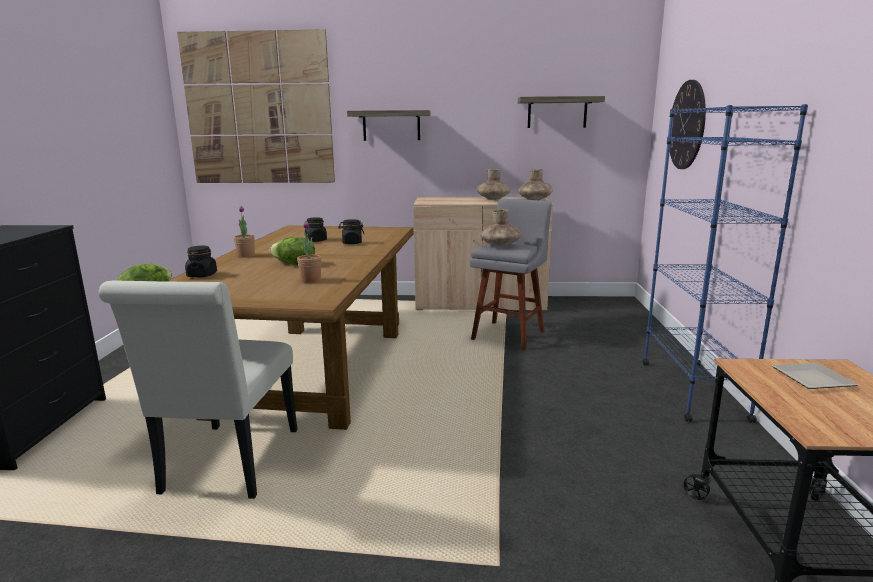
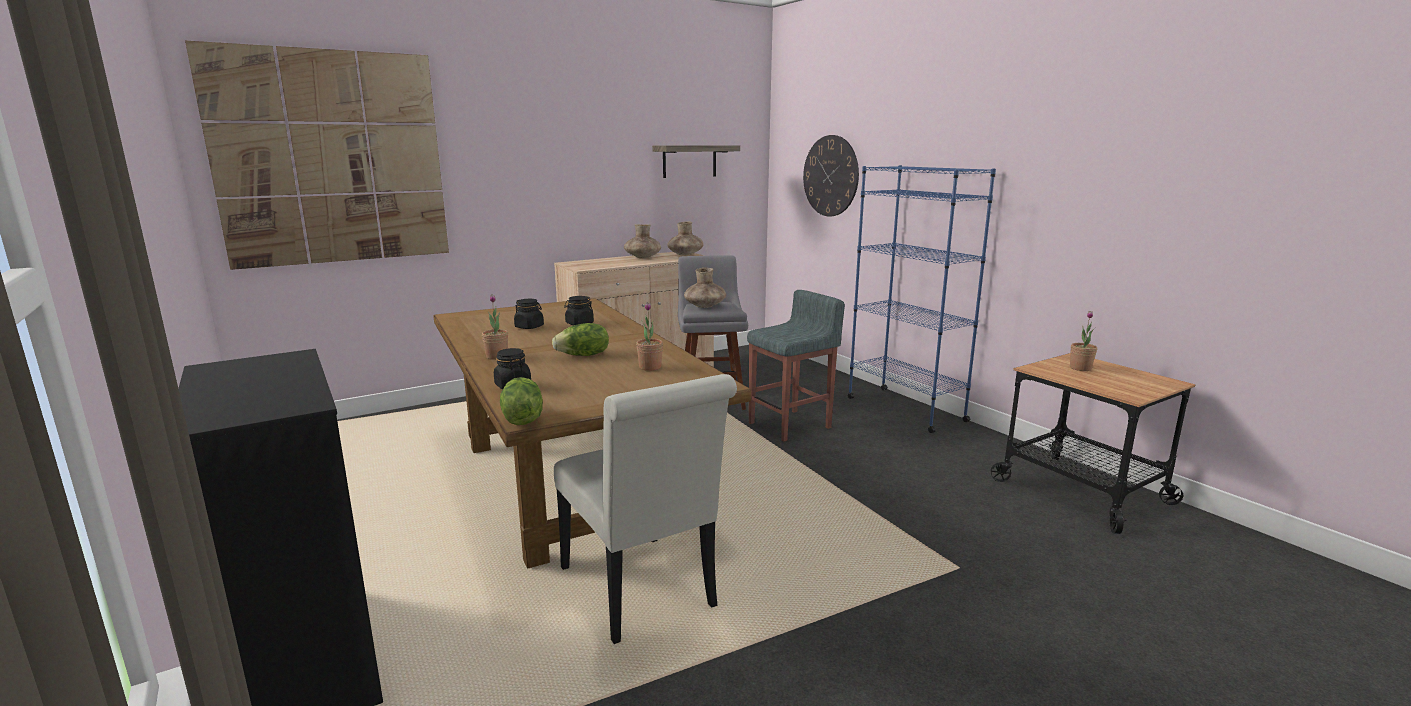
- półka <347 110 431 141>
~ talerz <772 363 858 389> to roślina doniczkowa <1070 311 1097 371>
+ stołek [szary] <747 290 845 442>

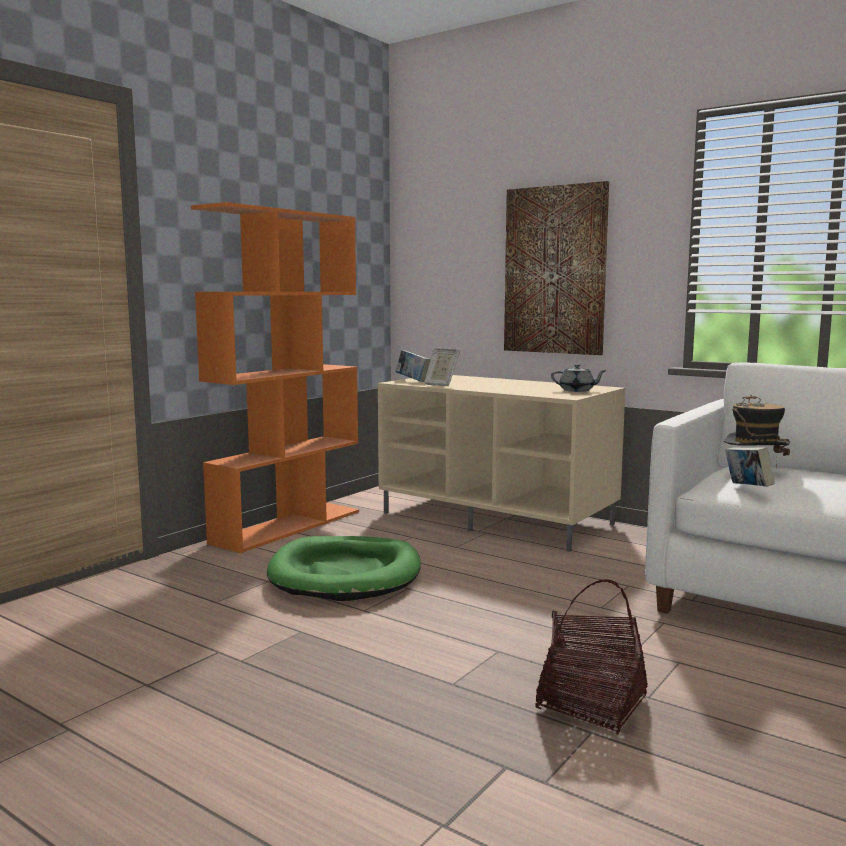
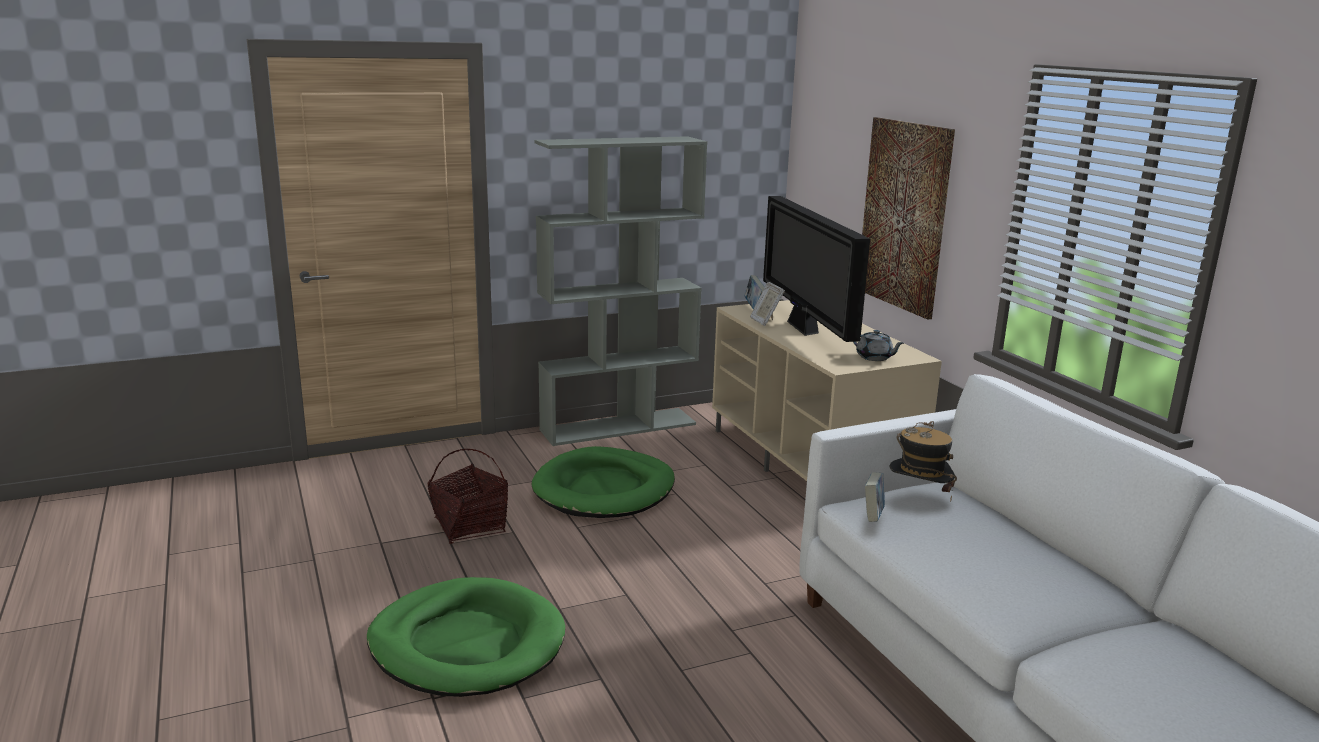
~ regał [pomarańczowy] <191 202 359 553> to regał [szary] <534 136 707 446>
~ koszyk <535 579 648 735> to <428 449 508 544>
+ legowisko [zielony] <367 577 565 697>
+ telewizor <763 196 870 342>

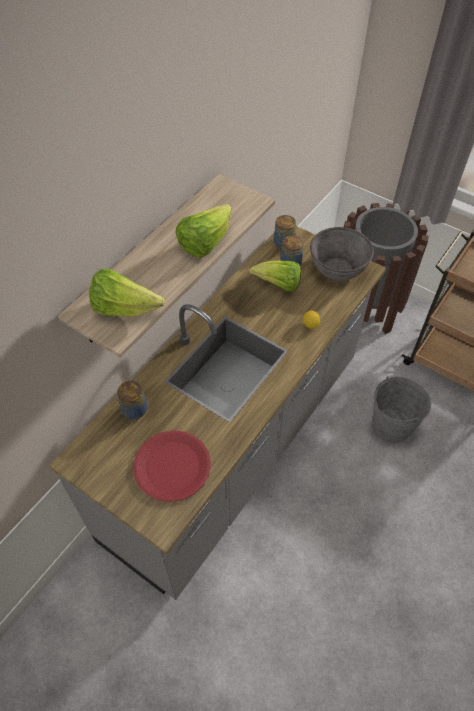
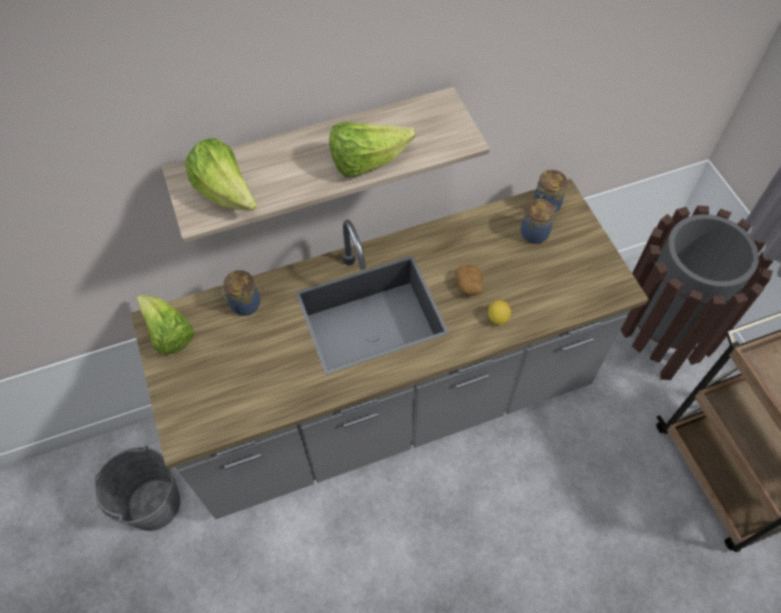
- talerz [czerwony] <133 430 211 502>
~ sałata <249 260 301 292> to <136 295 195 354>
- miska [szary] <310 227 374 281>
~ wiadro [szary] <372 376 431 443> to <95 445 180 531>
+ ziemniak <455 265 484 296>

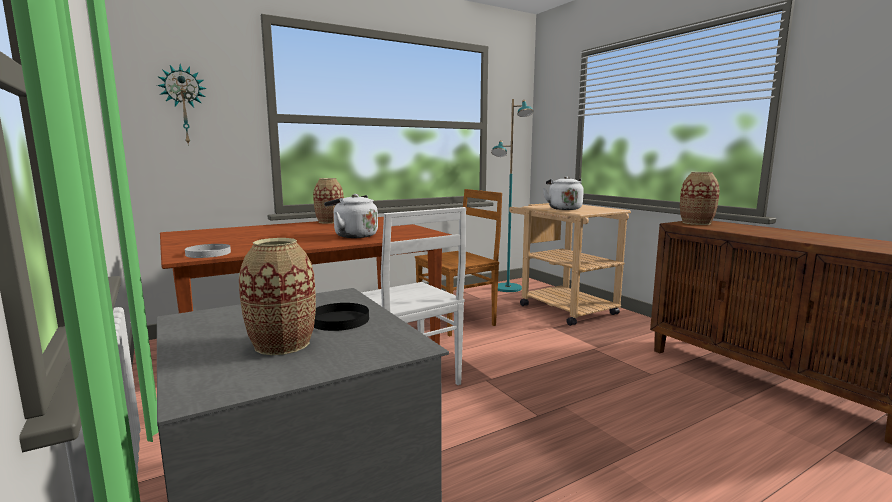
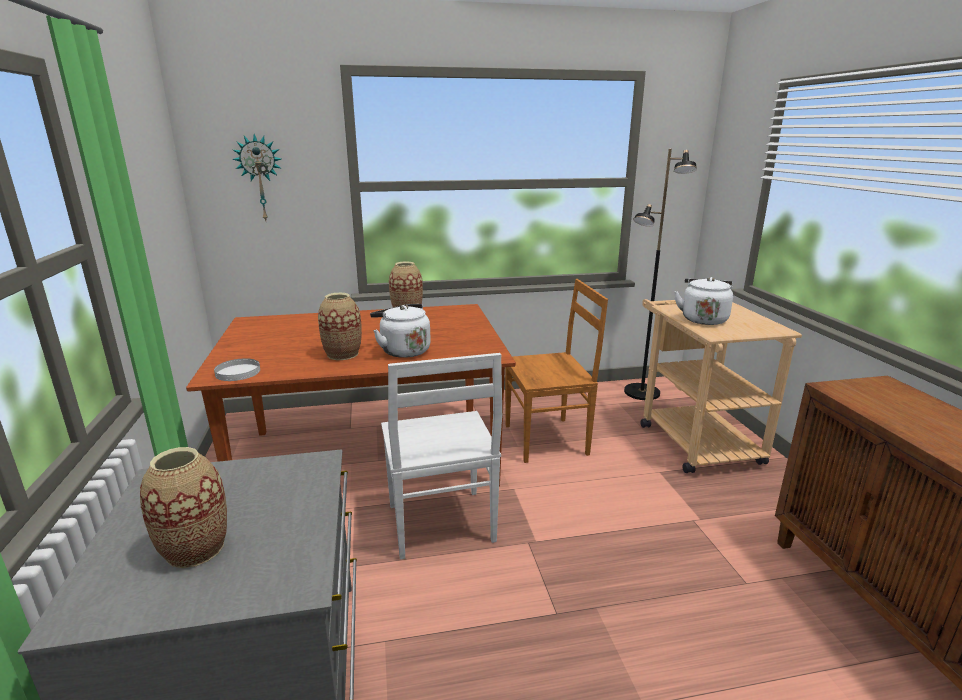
- talerz [czarny] <314 303 369 331>
~ lampa stojąca [turkusowy] <491 99 534 292> to lampa stojąca [czarny] <624 149 697 400>
~ wazon <680 172 720 225> to <318 293 362 360>

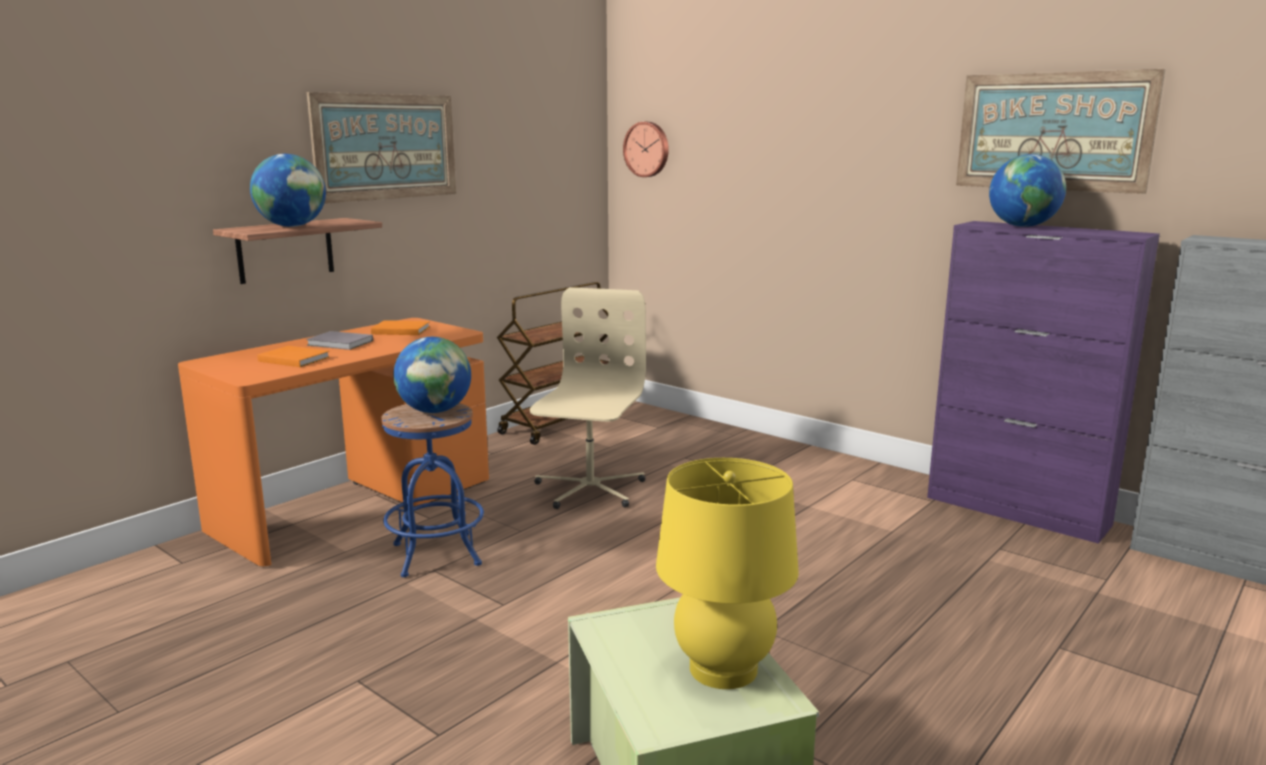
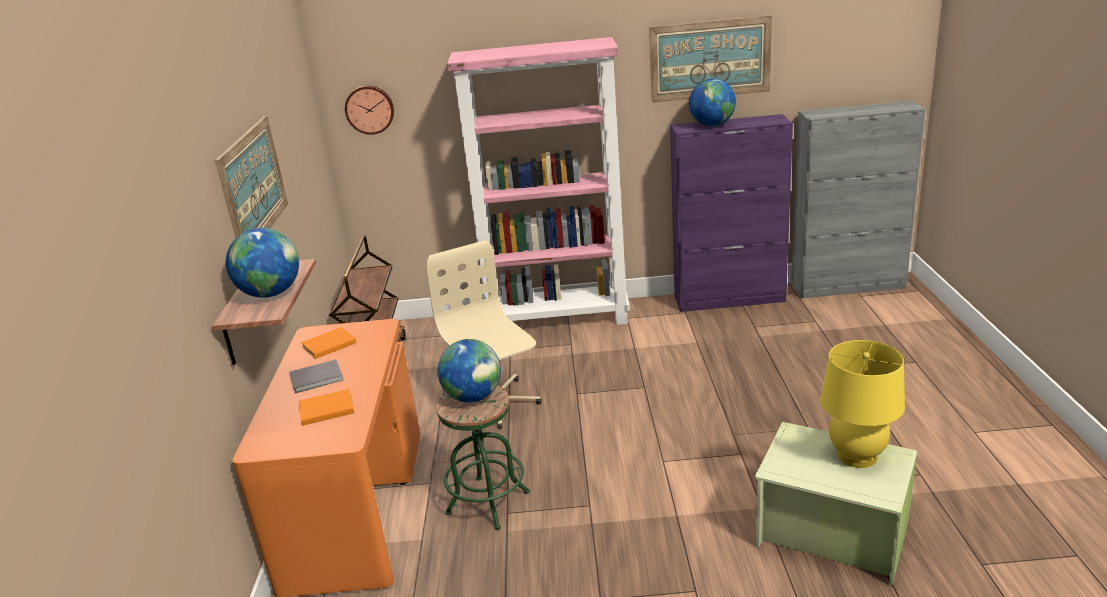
~ stołek [niebieski] <381 403 484 577> to stołek [zielony] <436 385 530 530>
+ regał [różowy] <447 37 630 325>

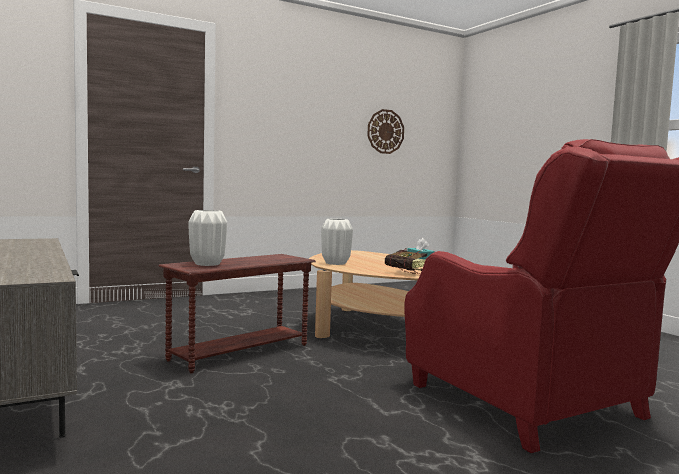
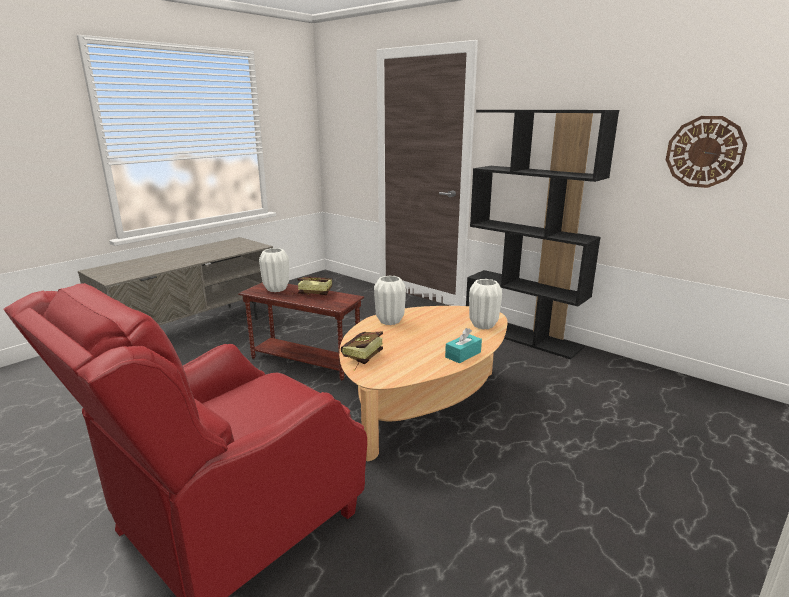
+ książka <293 277 332 295>
+ regał [czarny] <466 110 619 360>
+ wazon [biały] <469 279 502 329>

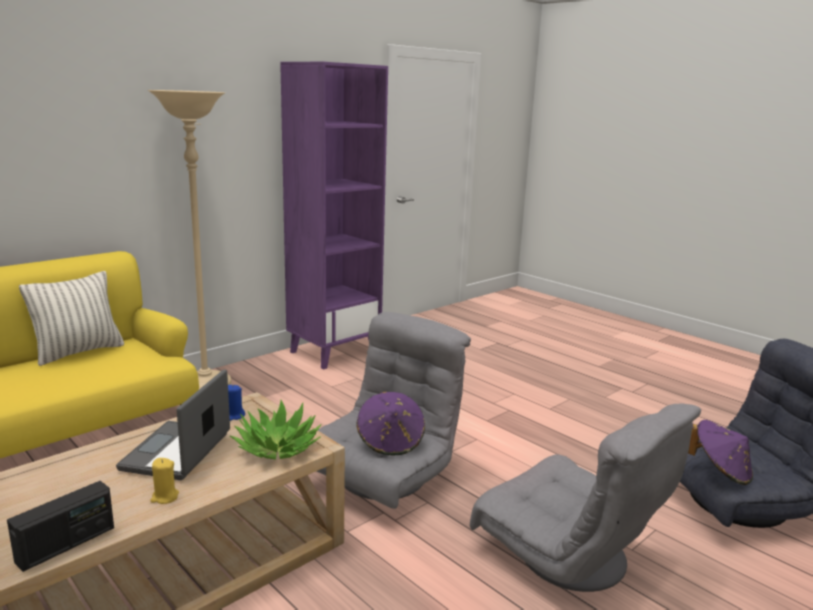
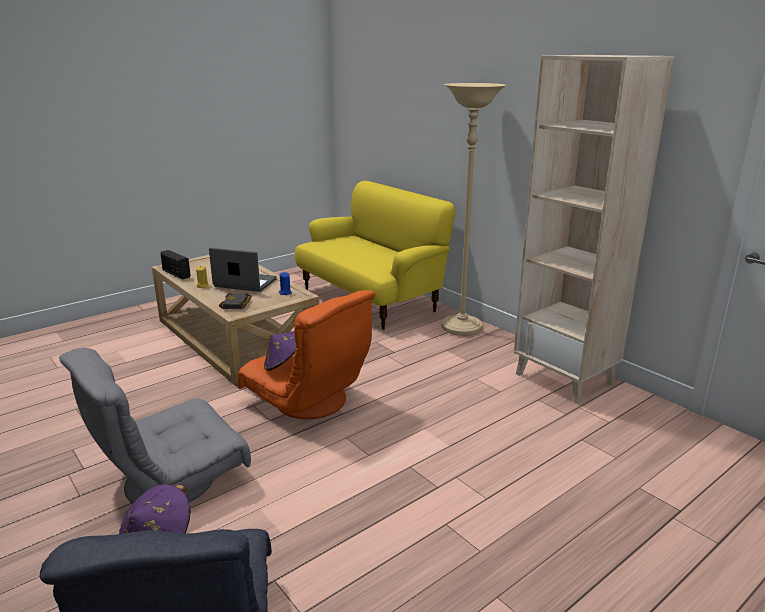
- poduszka <19 271 124 366>
~ roślina doniczkowa <230 400 322 460> to książka [czarny] <219 293 252 309>
~ regał [fioletowy] <280 62 388 369> to regał [beżowy] <514 55 674 404>
~ fotel [szary] <316 312 471 509> to fotel [pomarańczowy] <237 290 375 419>

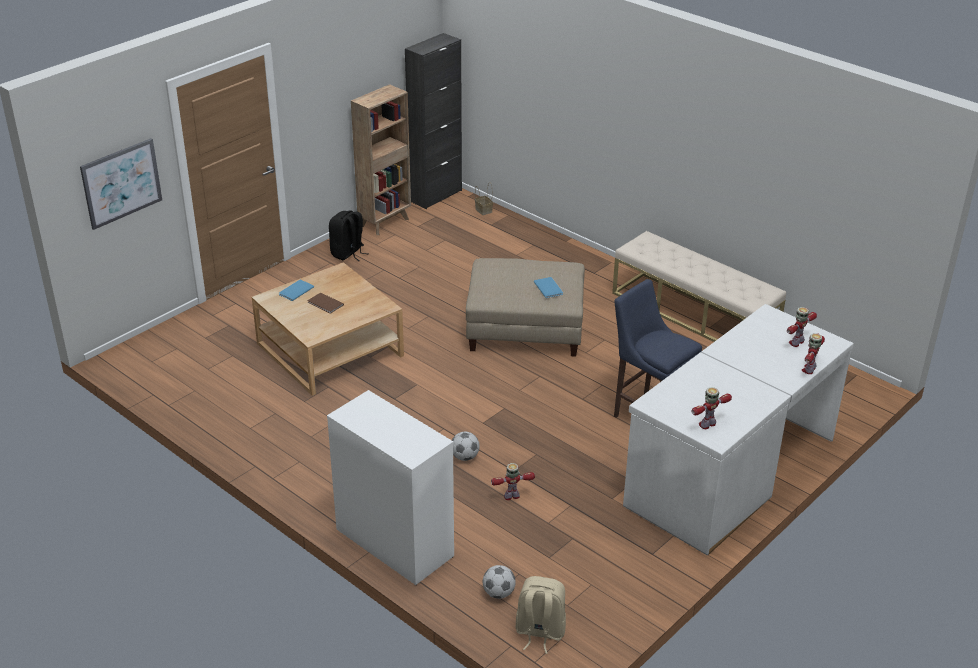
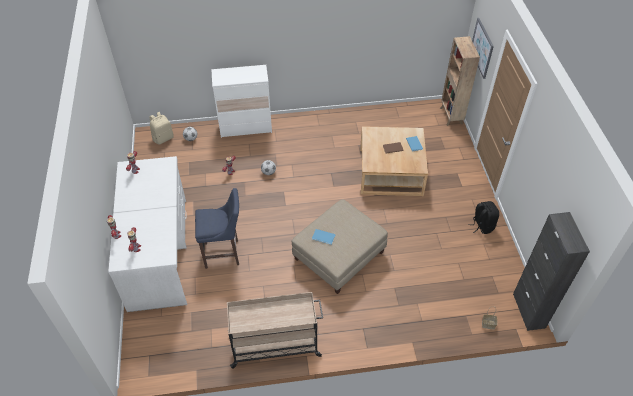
~ regał [brązowy] <351 84 411 235> to <440 36 480 126>
~ ławka [beżowy] <612 231 786 342> to wózek [beżowy] <227 292 323 369>

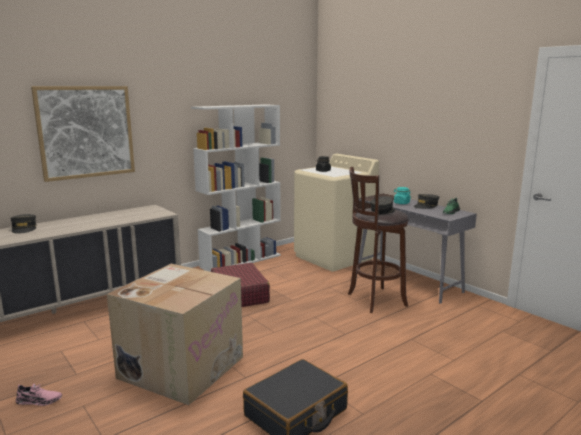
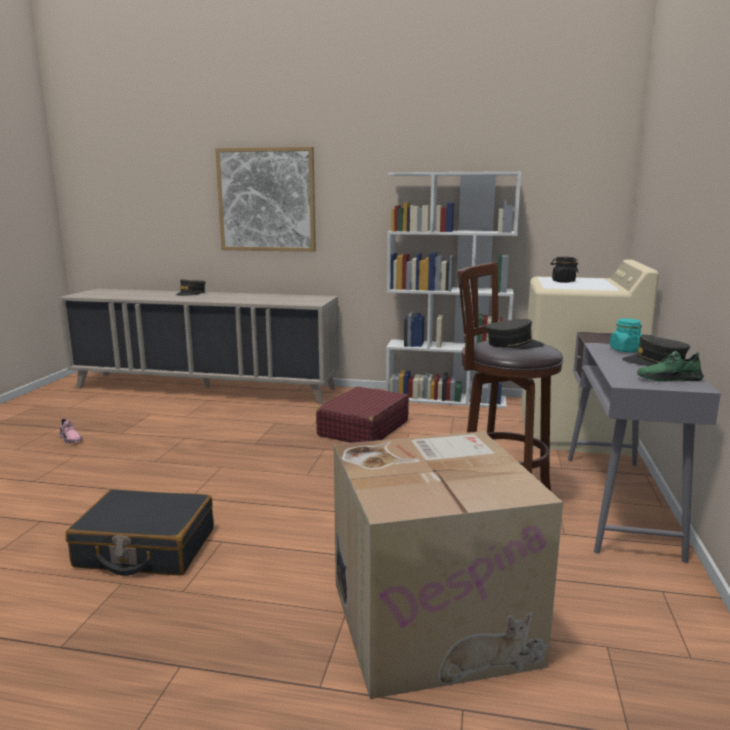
~ karton <107 264 243 405> to <334 431 563 699>

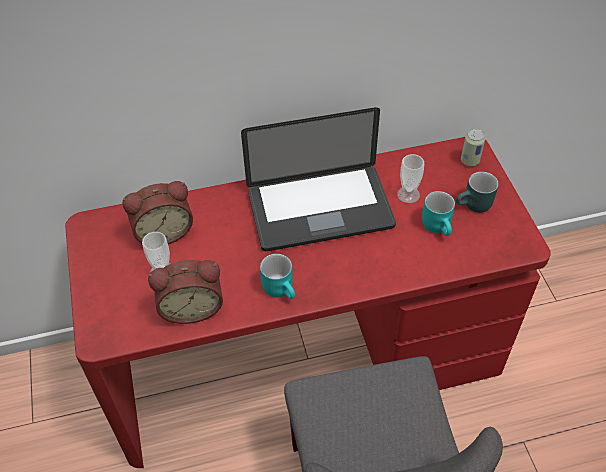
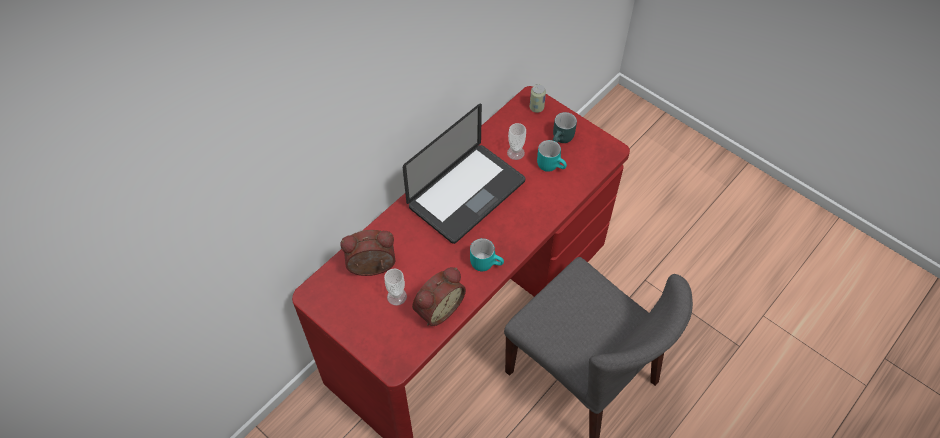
~ budzik <122 181 193 244> = <340 230 395 276> 135 degrees counterclockwise

